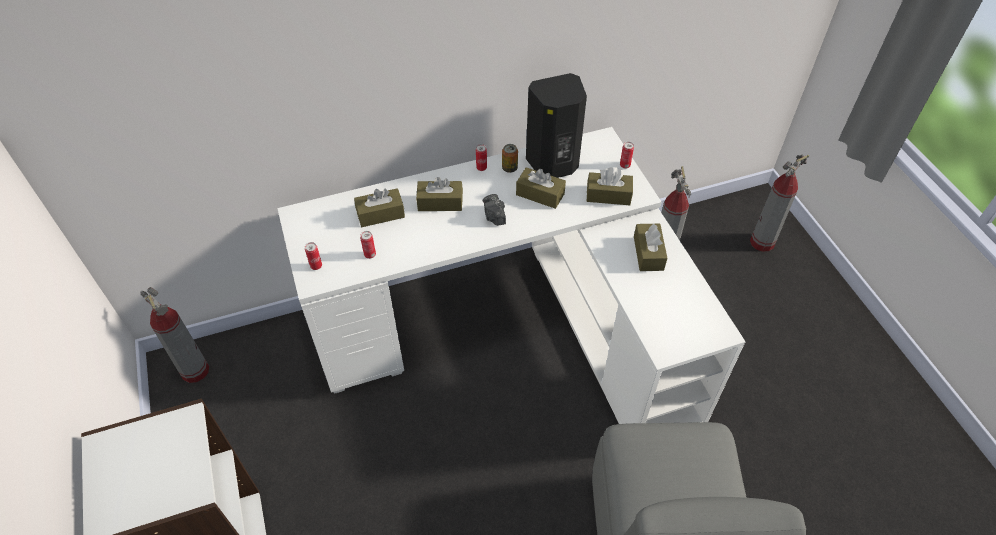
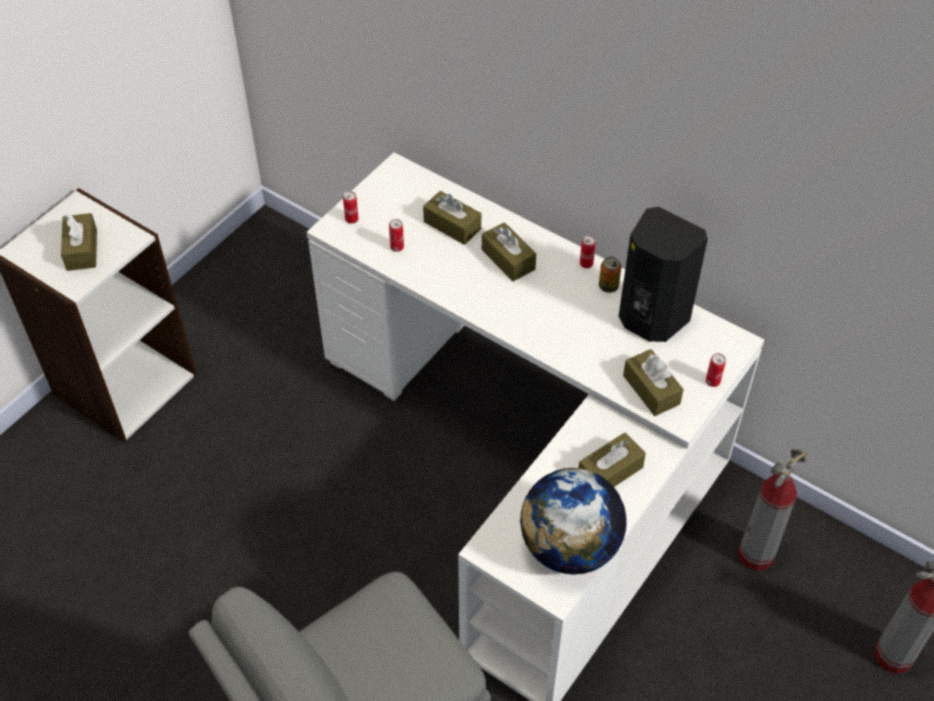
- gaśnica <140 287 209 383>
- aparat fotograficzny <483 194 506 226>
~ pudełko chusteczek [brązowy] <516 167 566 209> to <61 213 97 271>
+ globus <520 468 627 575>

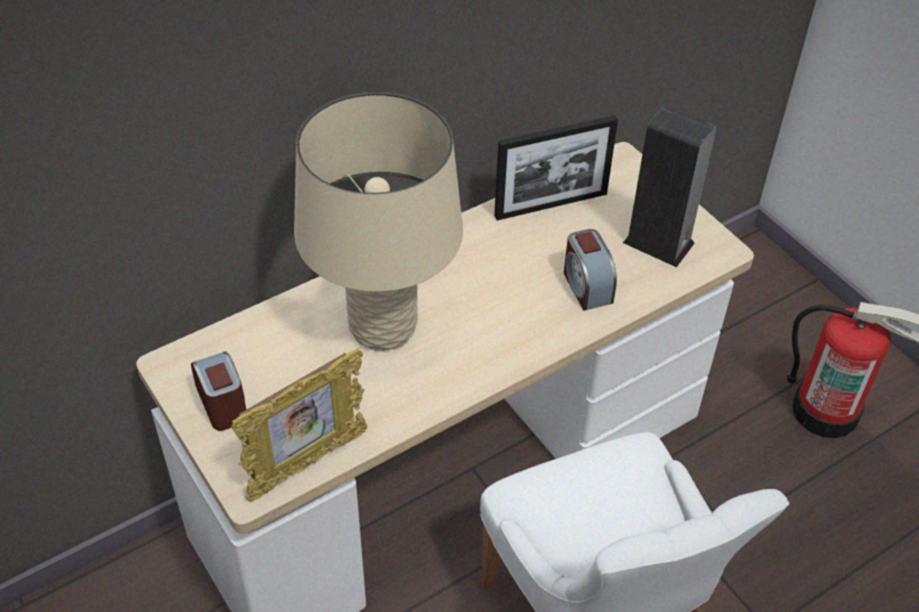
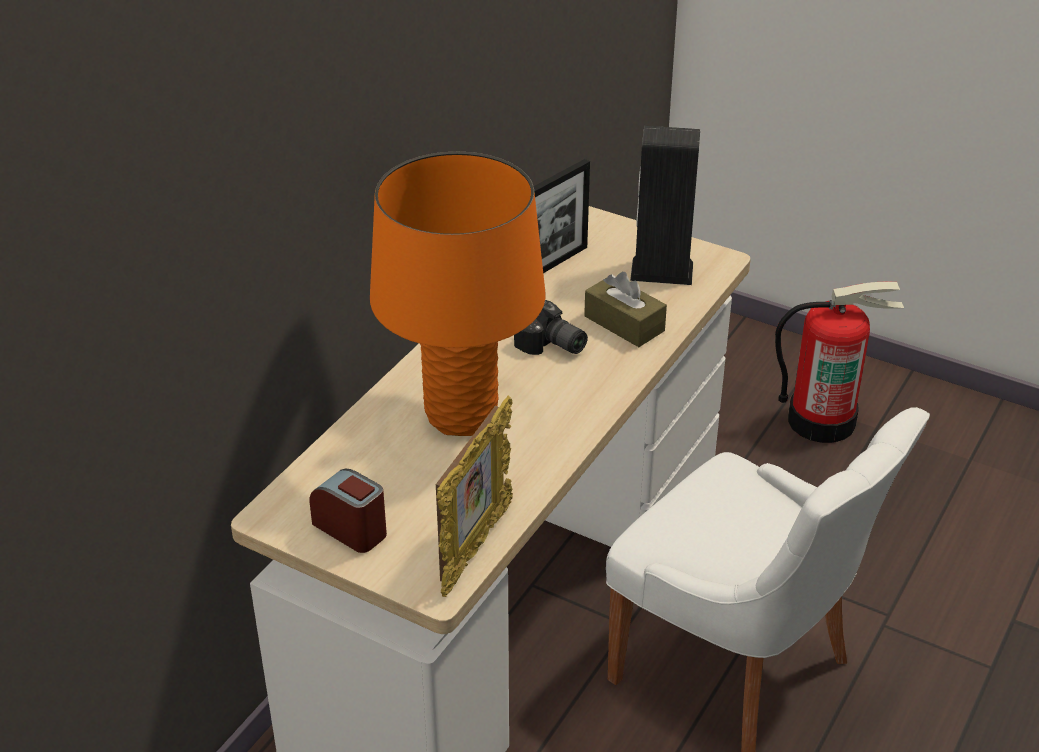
~ lampa stołowa [beżowy] <294 92 463 351> to lampa stołowa [pomarańczowy] <370 152 545 436>
~ budzik <564 229 617 311> to pudełko chusteczek [brązowy] <584 272 667 347>
+ aparat fotograficzny <514 300 588 355>

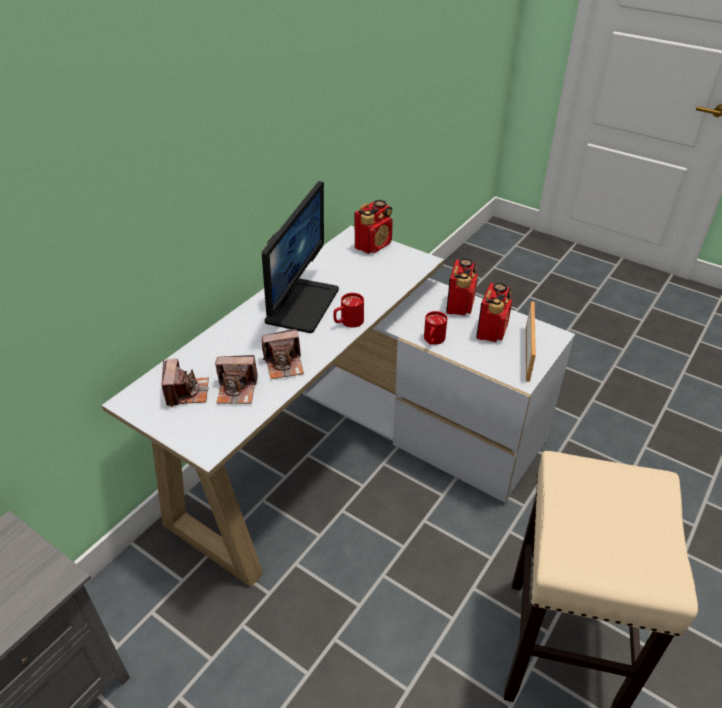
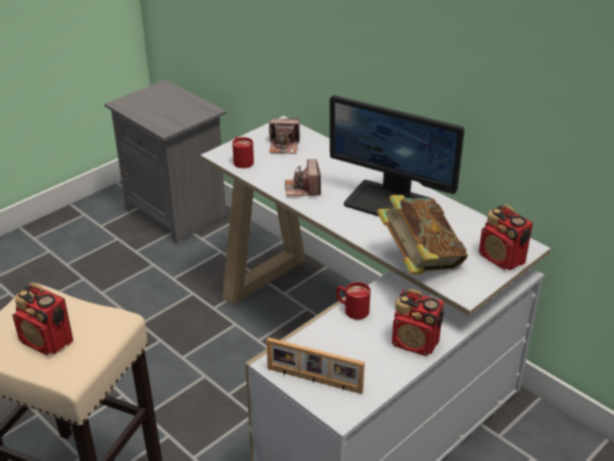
- aparat fotograficzny <215 355 258 404>
~ kubek [czerwony] <333 293 364 328> to <232 137 254 168>
~ radio <476 283 512 342> to <13 283 73 355>
+ książka <376 195 468 275>

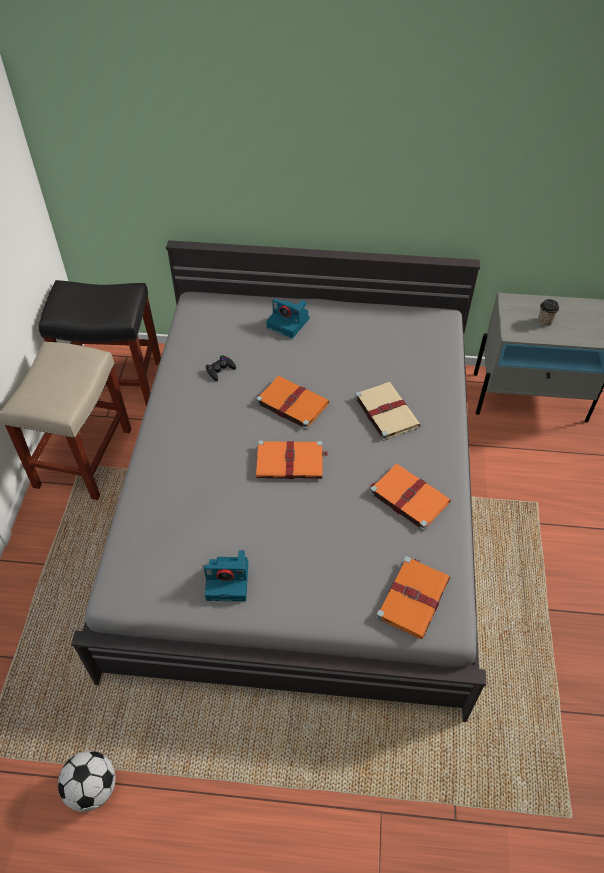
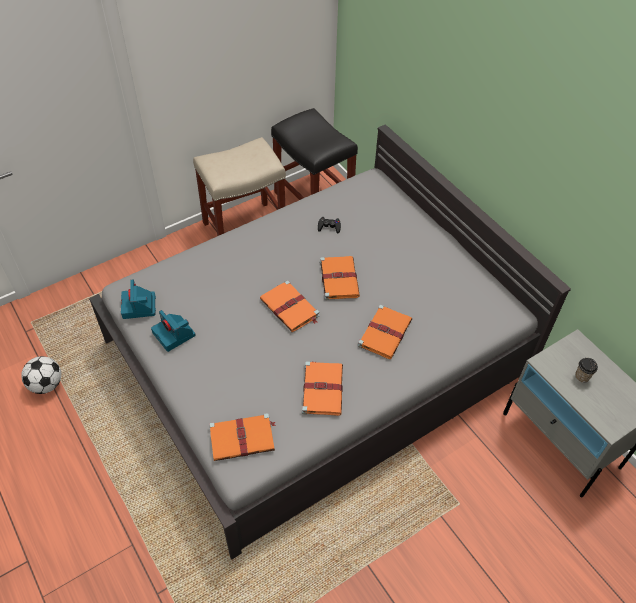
~ aparat fotograficzny <266 299 309 338> to <121 279 156 319>
~ książka [beżowy] <355 382 420 441> to książka [pomarańczowy] <358 305 412 359>

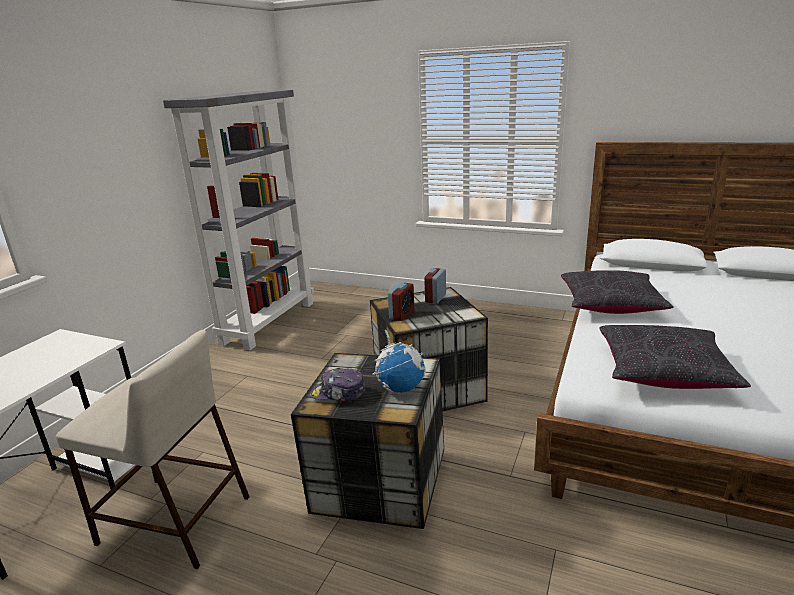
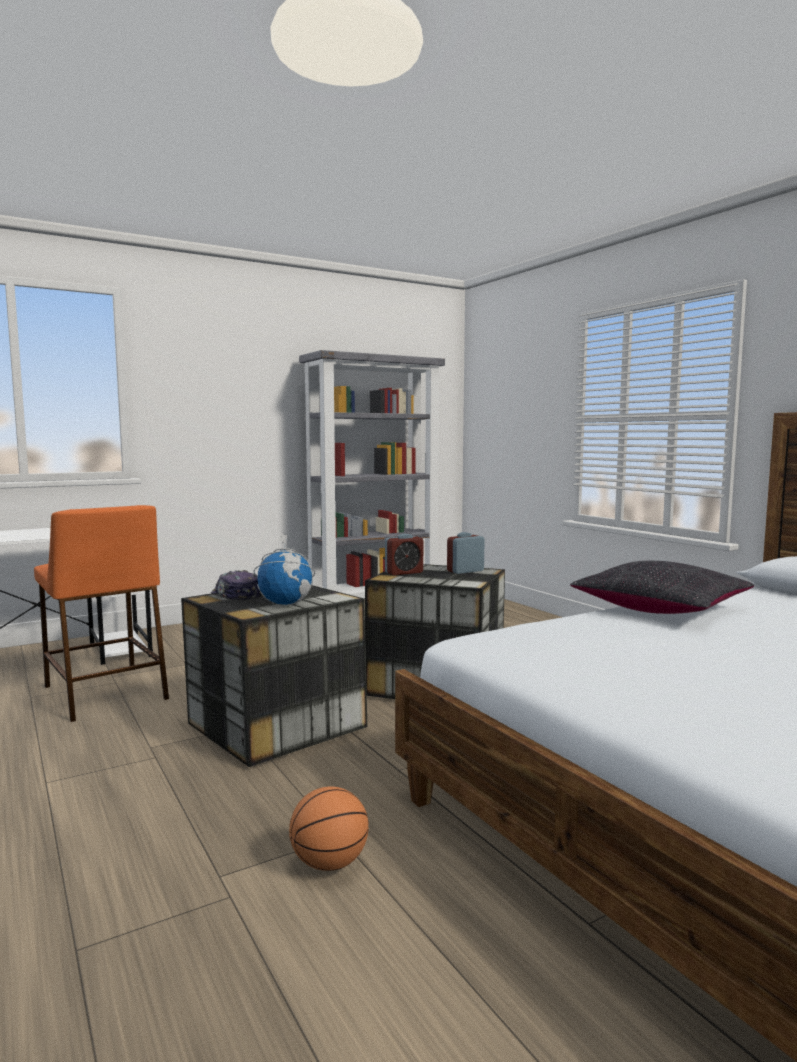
~ stołek [beżowy] <56 330 249 569> to stołek [pomarańczowy] <34 505 169 722>
- poduszka [czarny] <600 325 751 389>
+ piłka do koszykówki <289 786 369 871>

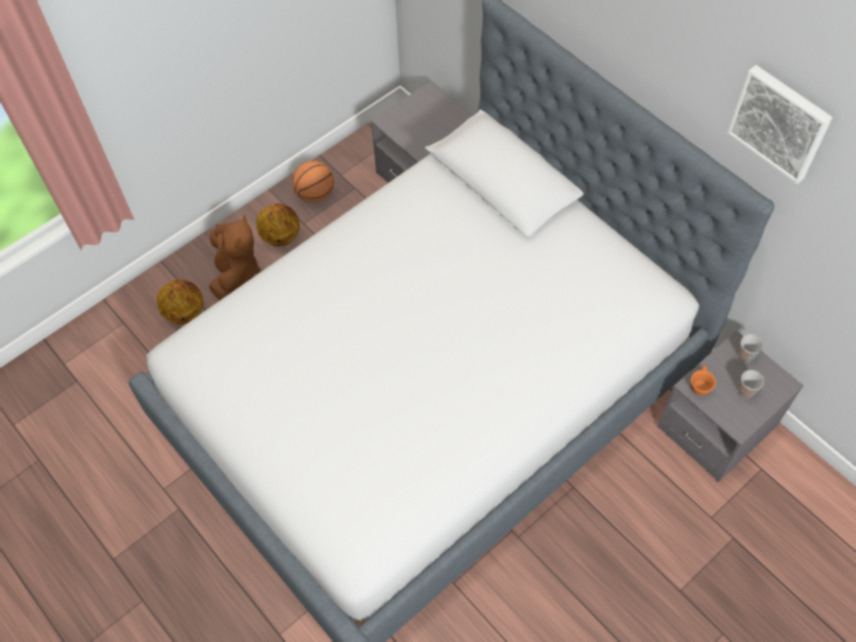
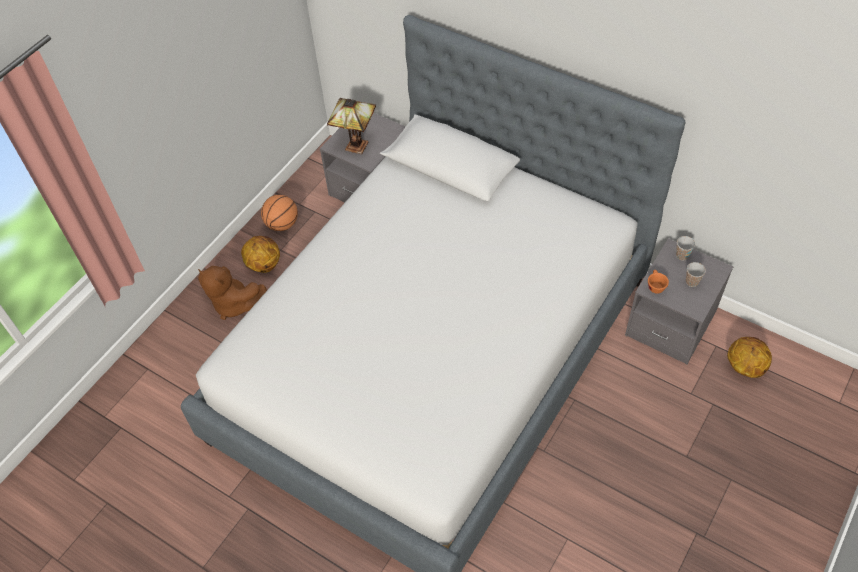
~ piłka do koszykówki <157 279 203 325> to <727 337 772 378>
~ pluszak [brązowy] <209 215 260 300> = <198 266 267 320> 135 degrees clockwise
- obraz <727 65 833 184>
+ lampa stołowa <327 98 376 154>

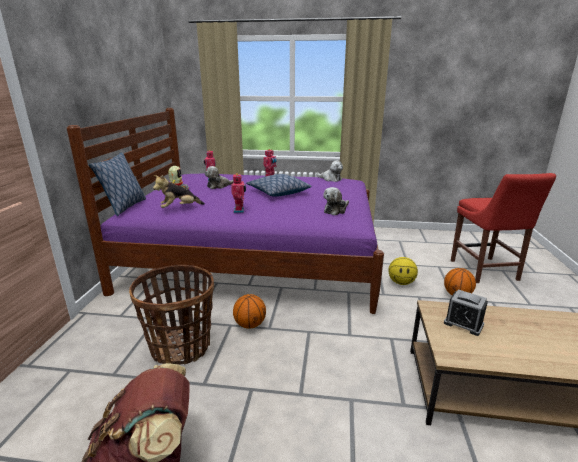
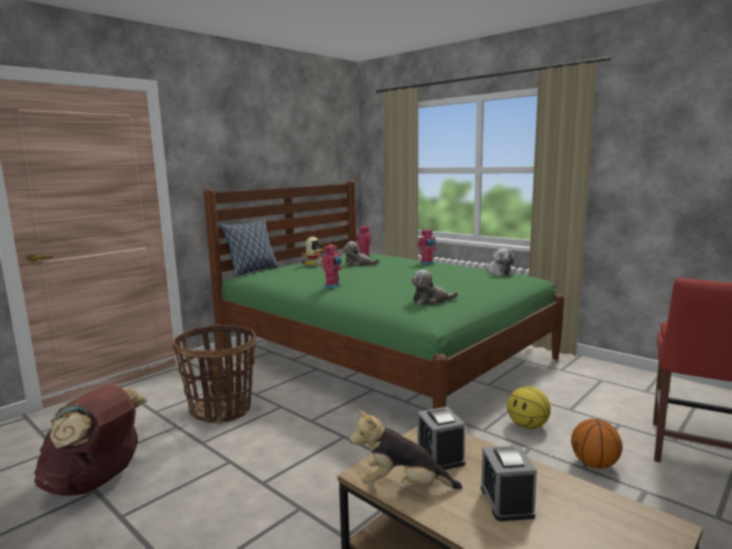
~ łóżko [fioletowy] <67 108 384 314> to łóżko [zielony] <203 181 564 409>
~ pluszak <153 175 205 208> to <350 409 462 489>
- piłka do koszykówki <233 294 266 329>
- poduszka <246 174 312 197>
+ budzik <481 445 537 521>

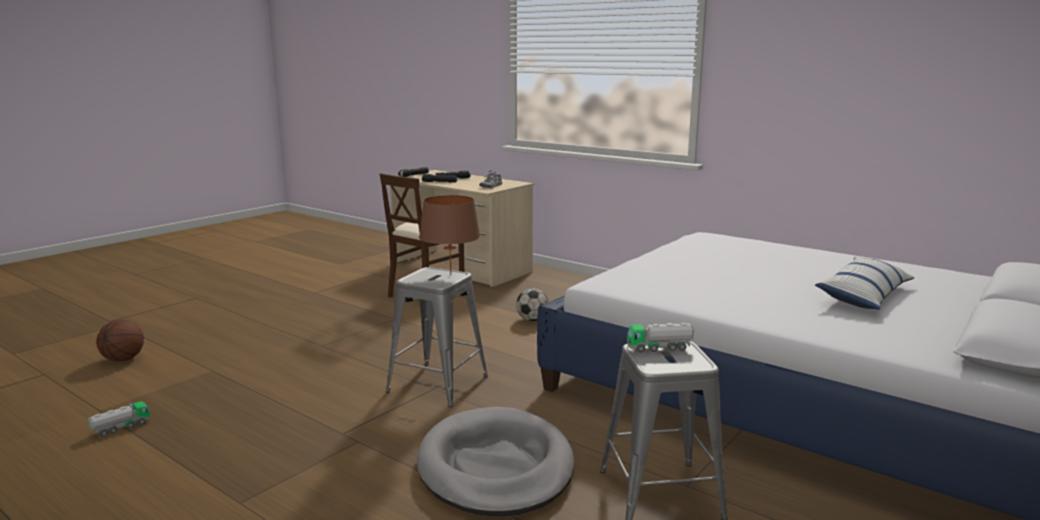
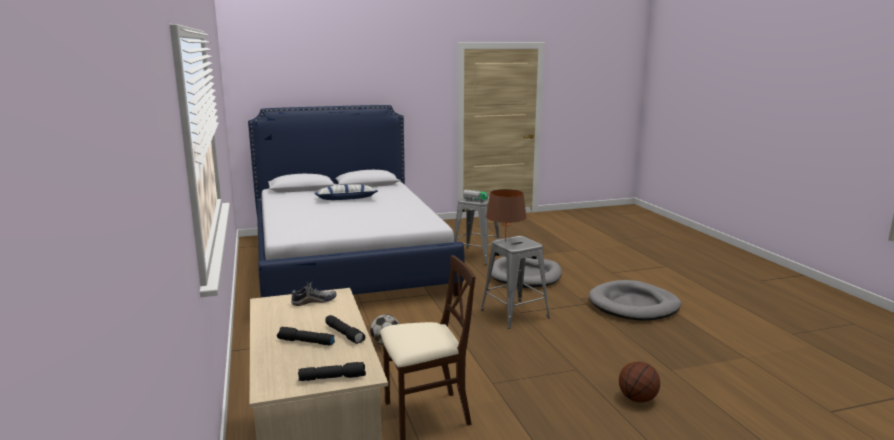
- ciężarówka zabawkowa <87 401 150 437>
~ piłka do koszykówki <96 320 144 361> to <619 362 660 403>
+ legowisko [szary] <589 280 681 321>

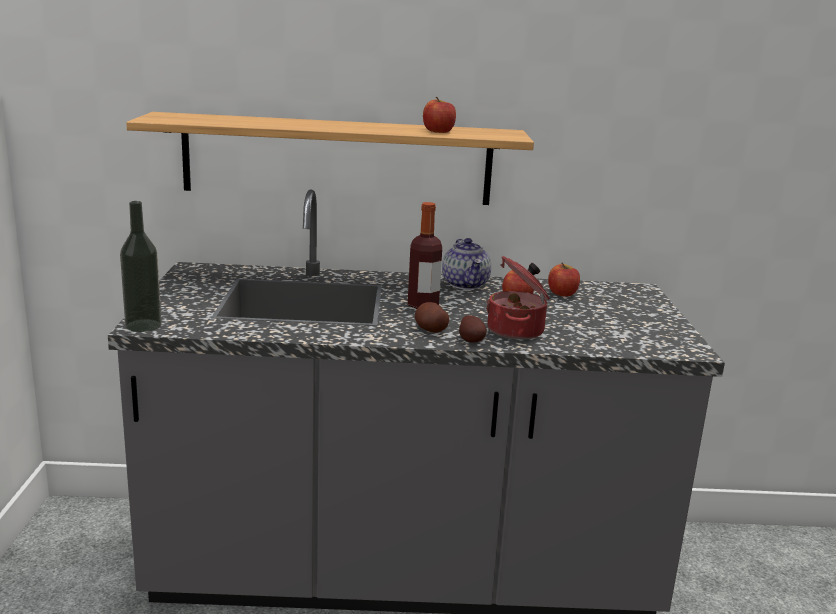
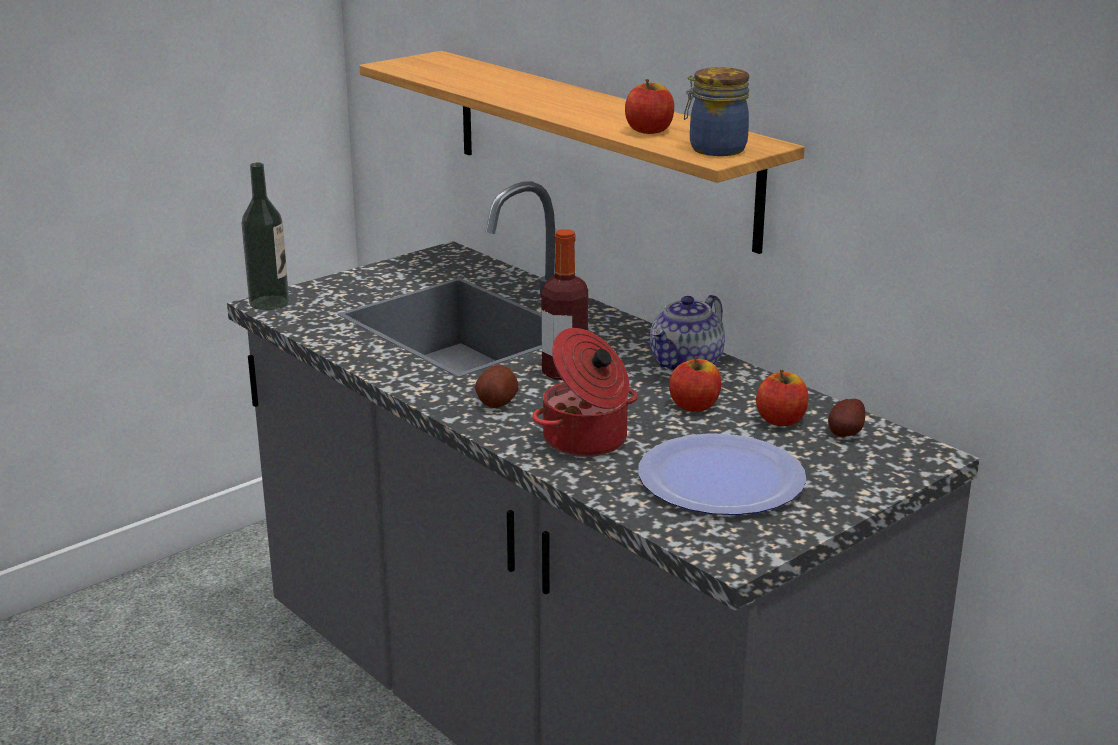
~ ziemniak <459 315 487 343> to <828 399 865 437>
+ talerz <638 433 806 515>
+ słoik <684 67 749 156>

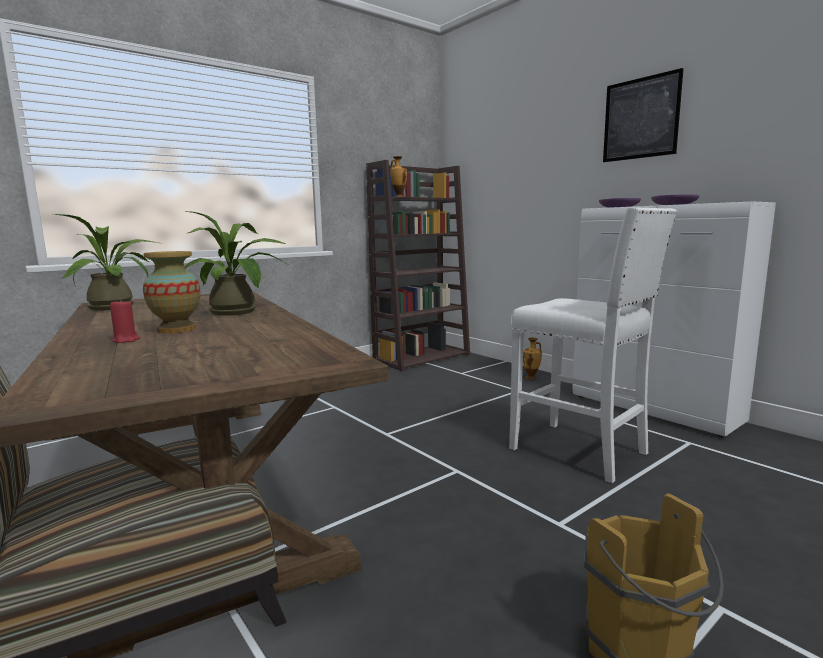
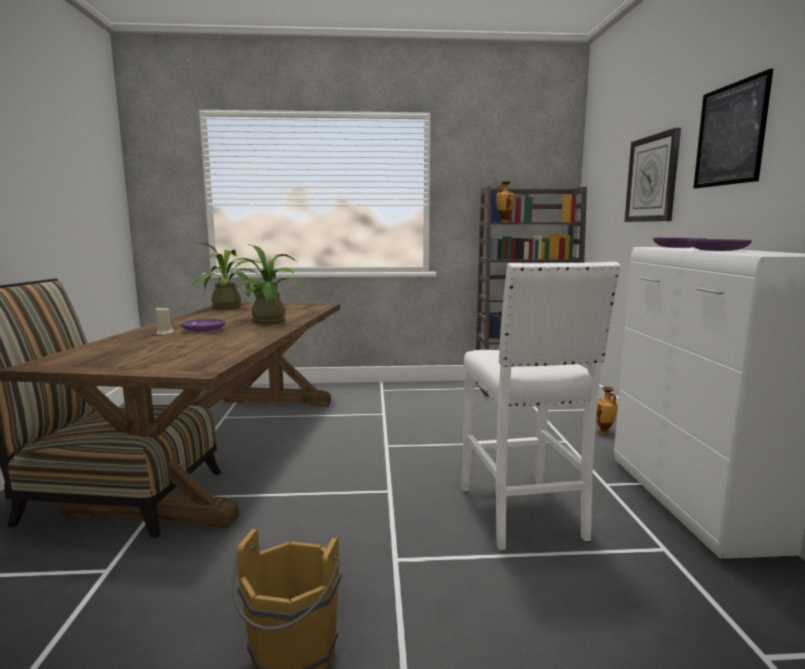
~ świeca [czerwony] <110 299 140 343> to świeca [beżowy] <155 307 174 335>
~ wazon <143 251 201 334> to talerz [fioletowy] <181 319 226 332>
+ zegar ścienny <625 128 681 222>

